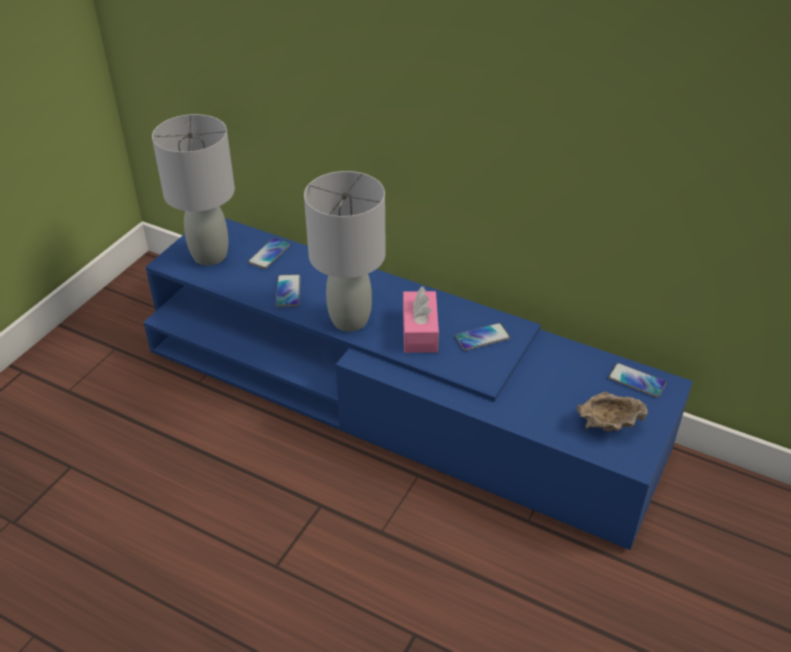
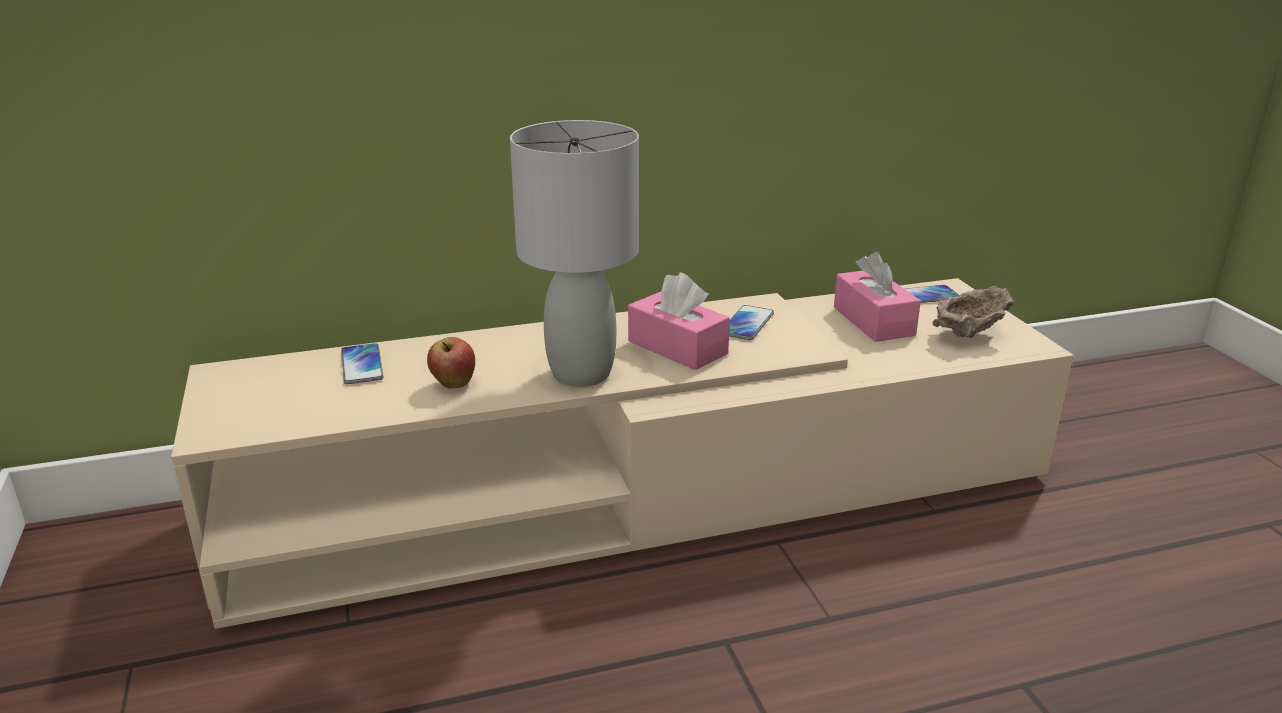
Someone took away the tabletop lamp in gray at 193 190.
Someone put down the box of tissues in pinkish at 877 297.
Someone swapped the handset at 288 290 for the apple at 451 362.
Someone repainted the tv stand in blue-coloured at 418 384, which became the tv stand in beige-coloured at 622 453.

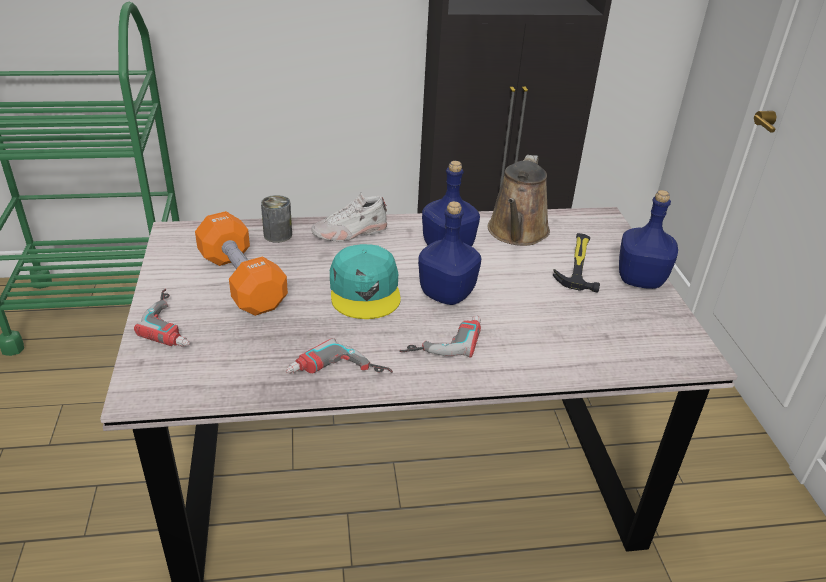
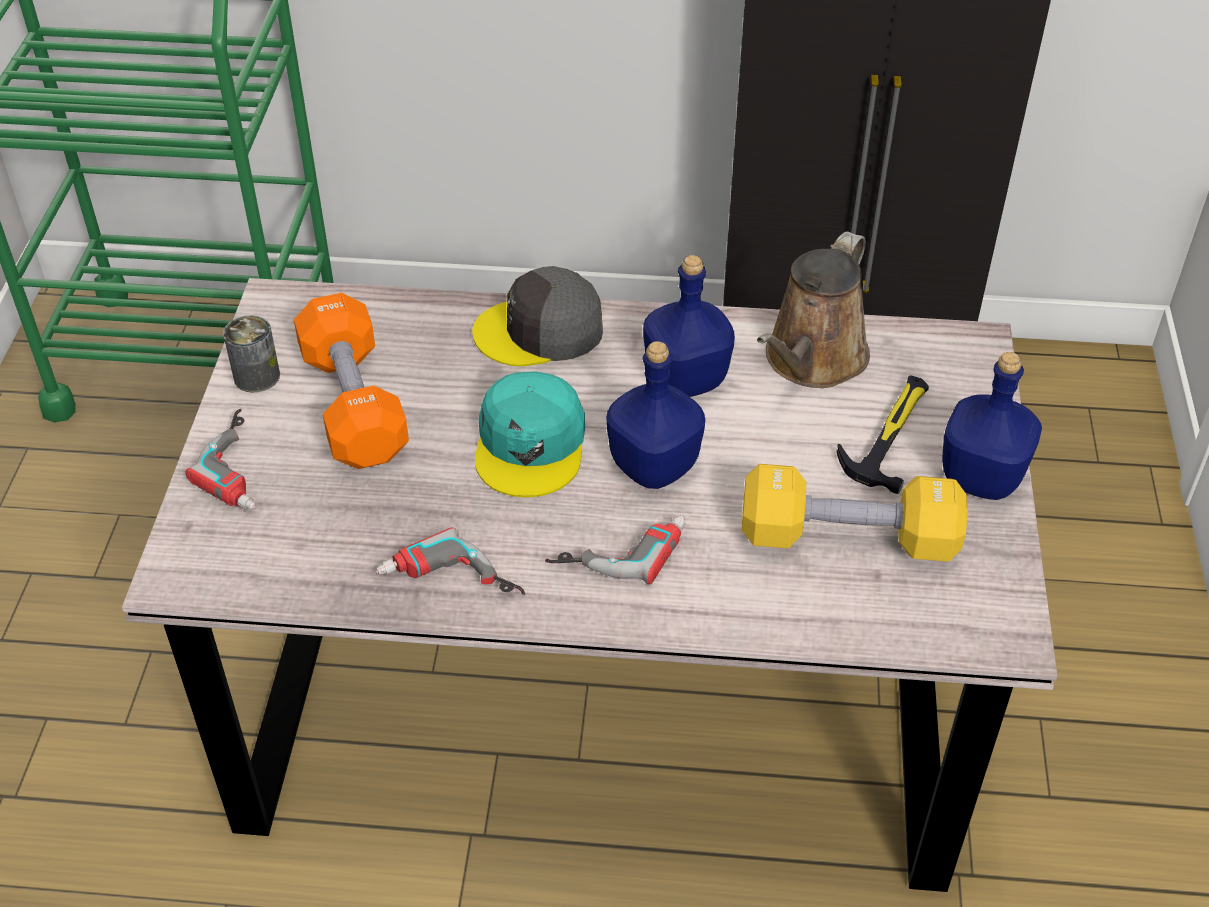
Someone put down the dumbbell in yellow at 855 513.
Someone carried the can from 276 219 to 251 353.
Someone swapped the low shoe in white-coloured at 349 217 for the peaked cap in gray at 537 316.

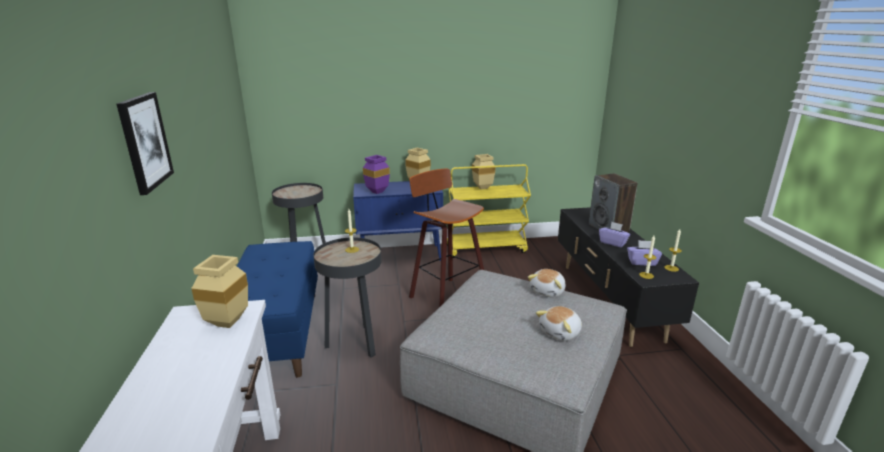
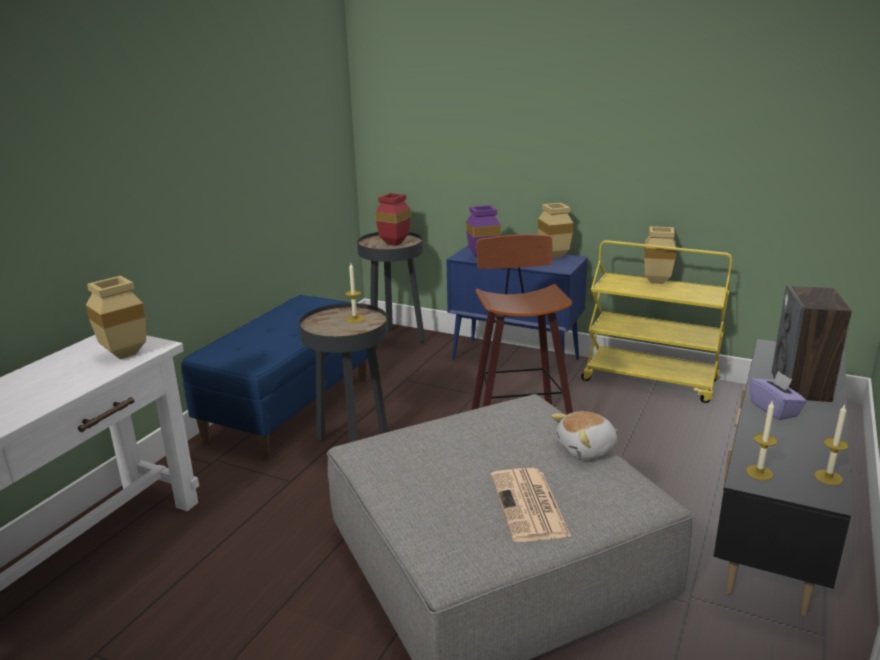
Someone took away the wall art at 145 143.
Someone took away the box of tissues in purplish at 644 253.
Someone put down the flower vase in reddish at 393 219.
Someone swapped the soft toy at 559 323 for the daily paper at 531 505.

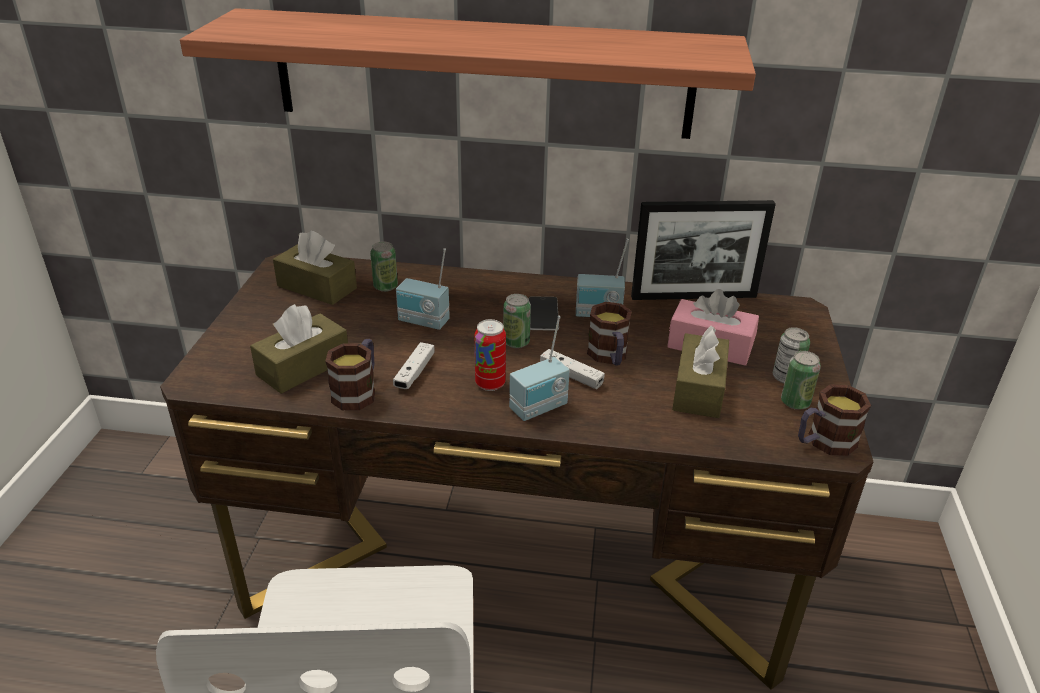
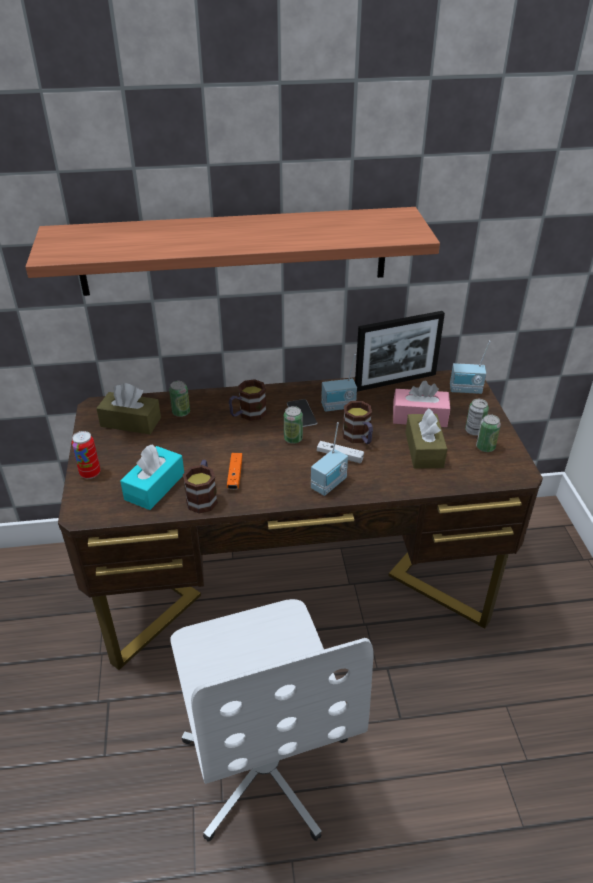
Someone carried the radio set from 423 289 to 470 367.
Someone carried the can from 490 355 to 86 455.
Someone carried the mug from 834 420 to 248 400.
Someone repainted the box of tissues in brown at 299 349, which became the box of tissues in blue-green at 152 477.
Someone repainted the gamepad in white-coloured at 413 365, which became the gamepad in orange-coloured at 234 471.

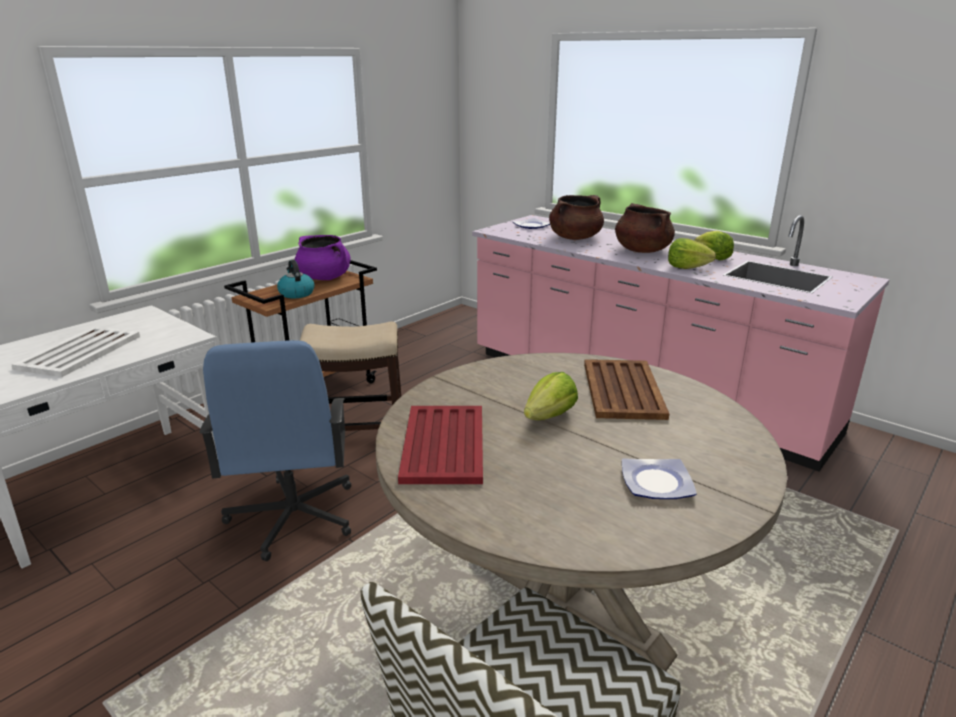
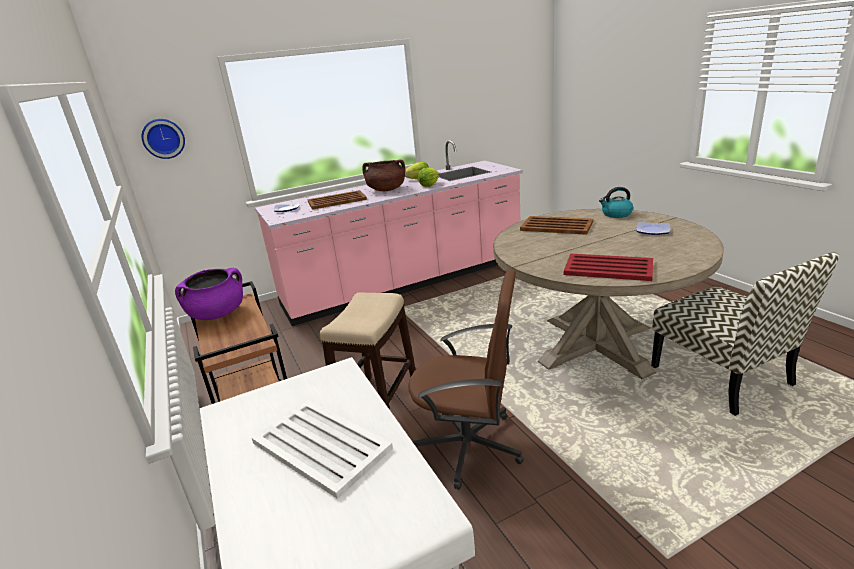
Someone took away the lettuce head at 551 396.
Someone put up the wall clock at 163 139.
Someone carried the kettle from 296 279 to 616 202.
Someone swapped the saucepot in brown at 576 217 for the serving tray in brown at 337 200.
Someone repainted the desk chair in blue-coloured at 275 450, which became the desk chair in brown at 466 380.

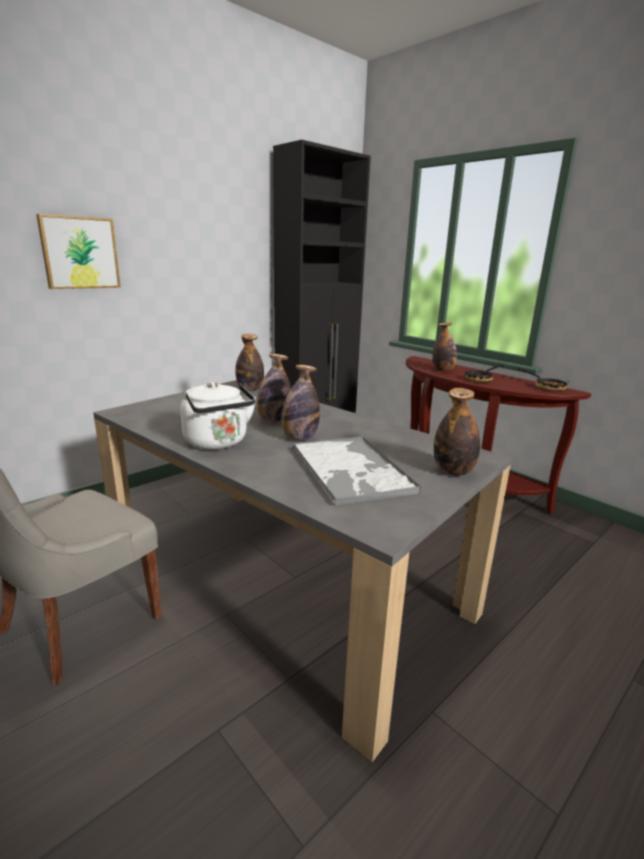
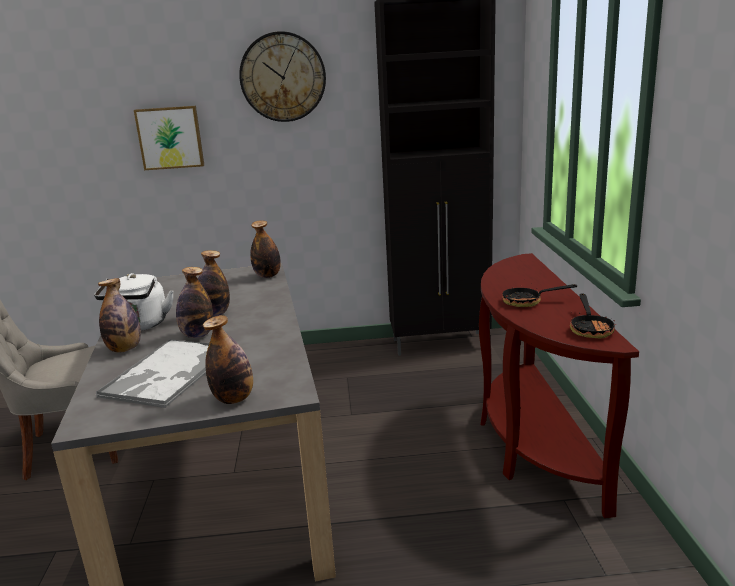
Someone put up the wall clock at 282 76.
Someone carried the bottle from 444 346 to 119 315.

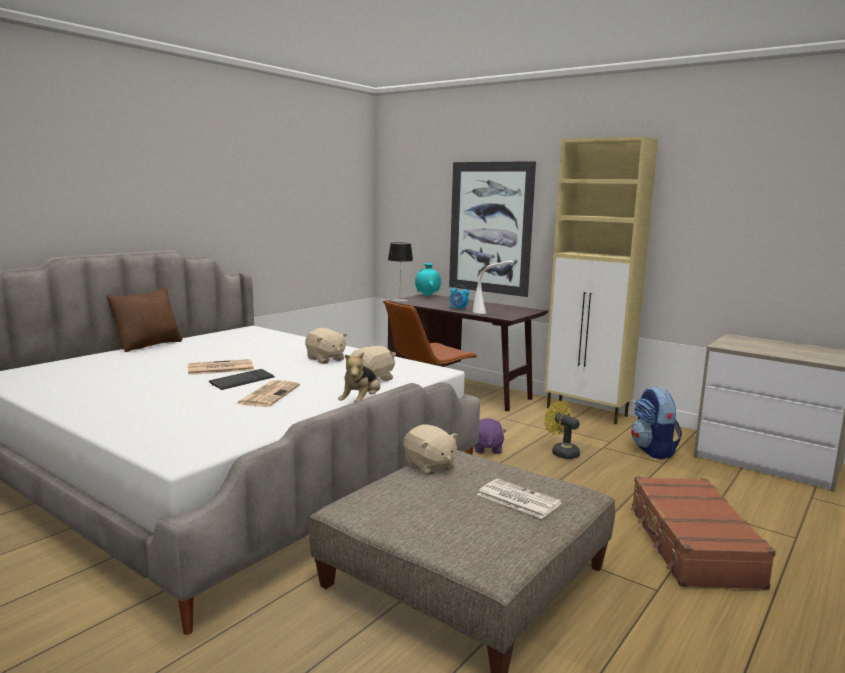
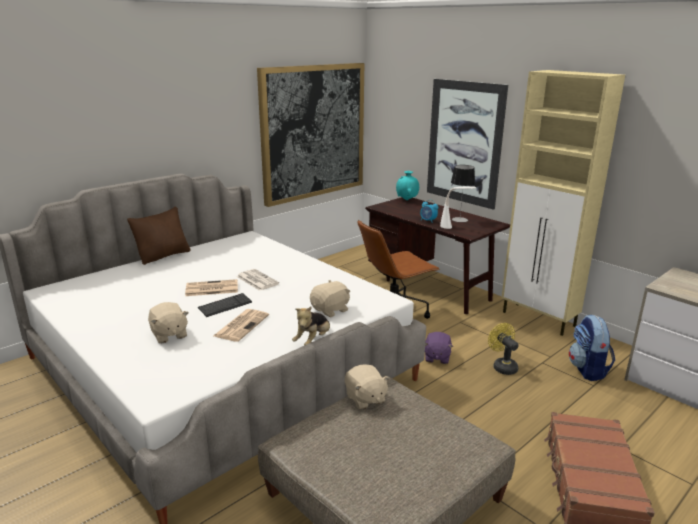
Someone put up the wall art at 310 135.
Someone carried the soft toy in beige-coloured from 326 345 to 168 322.
Someone carried the tabletop lamp from 400 272 to 463 193.
Someone carried the daily paper from 519 499 to 258 280.

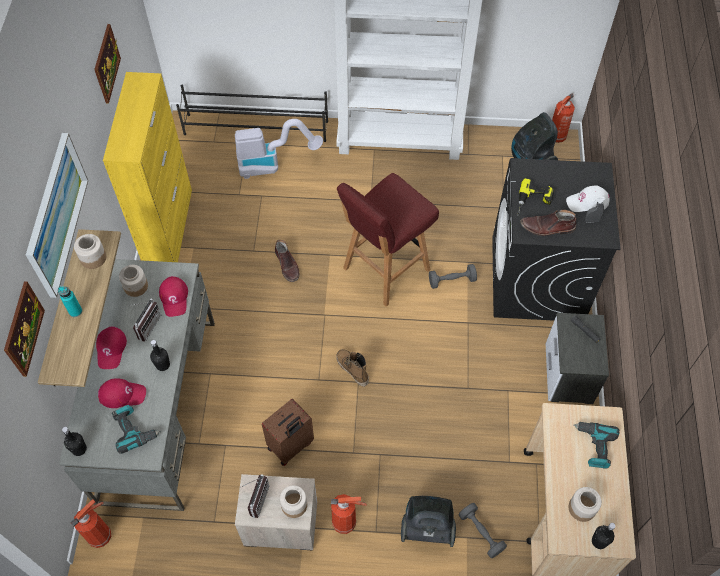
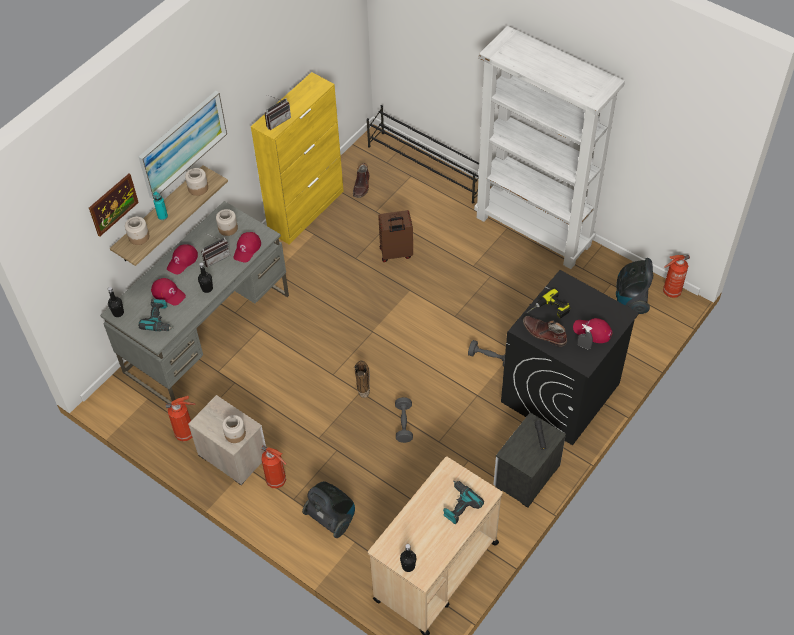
Someone took away the wall art at 107 64.
Someone took away the vacuum cleaner at 279 149.
Someone took away the sitting stool in reddish at 388 240.
Someone carried the fire extinguisher from 90 523 to 180 418.
Someone carried the radio set from 255 496 to 278 112.
Someone carried the suitcase in brown from 288 432 to 395 236.
Someone carried the boot in brown from 287 261 to 361 180.
Someone carried the dumbbell in gray from 483 530 to 404 420.
Someone carried the jar from 585 504 to 137 231.
Someone repainted the peaked cap in white-coloured at 588 199, which became the peaked cap in reddish at 592 330.

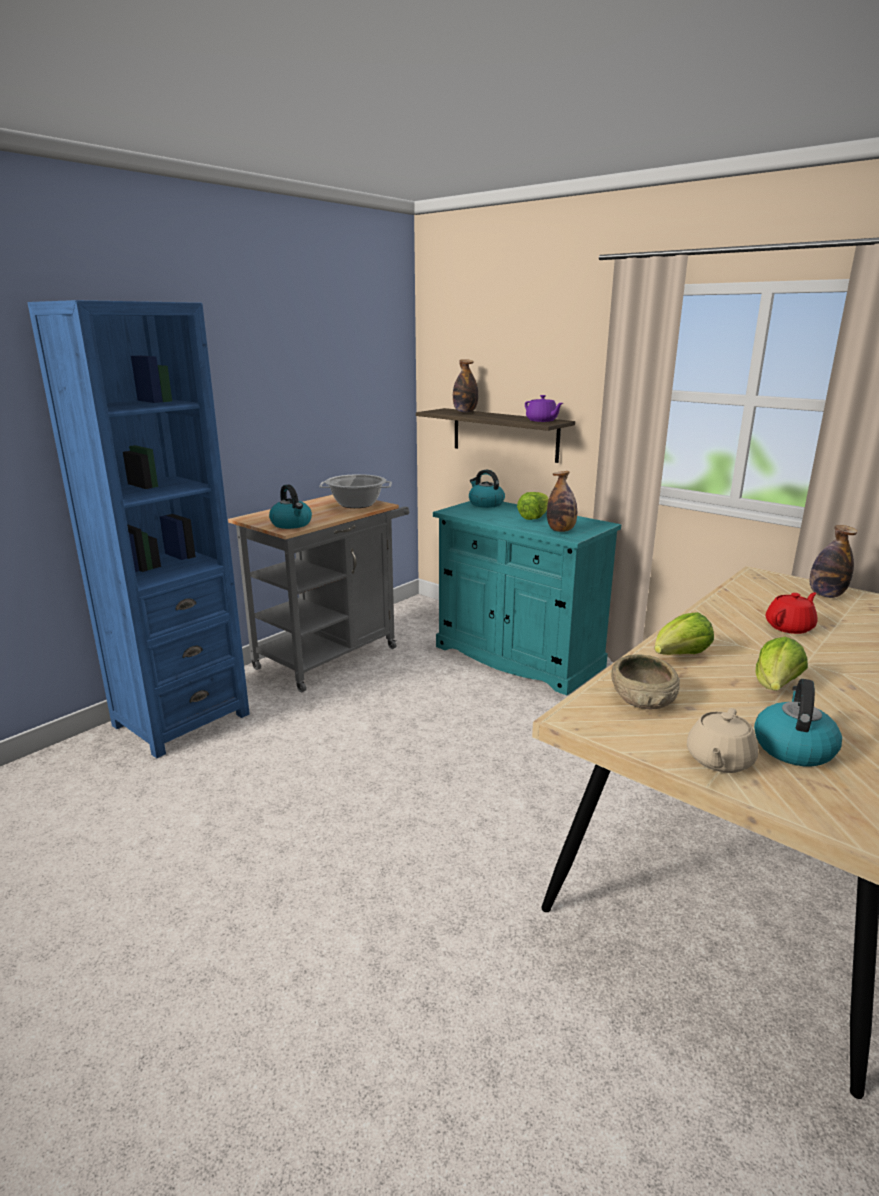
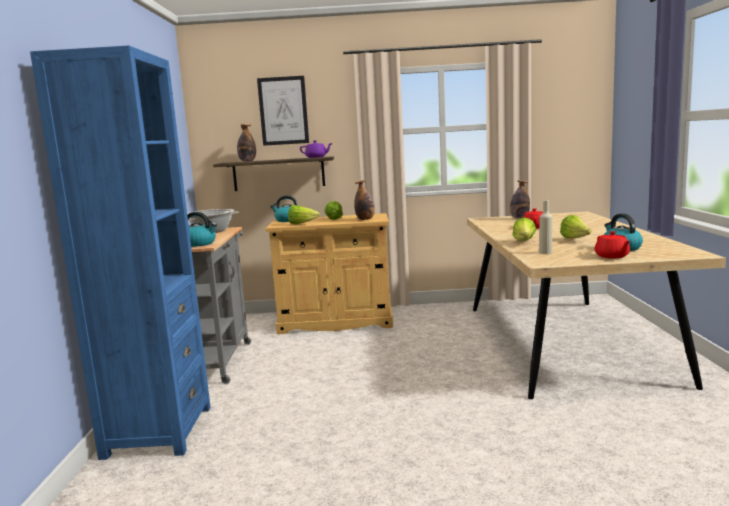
Someone put up the wall art at 283 111.
Someone put down the lettuce head at 304 214.
Someone swapped the bowl in beige-coloured at 645 681 for the bottle in beige-coloured at 545 227.
Someone repainted the cupboard in blue-green at 527 598, which became the cupboard in beige-coloured at 329 273.
Someone repainted the pot for tea in beige-coloured at 722 740, which became the pot for tea in reddish at 612 245.

